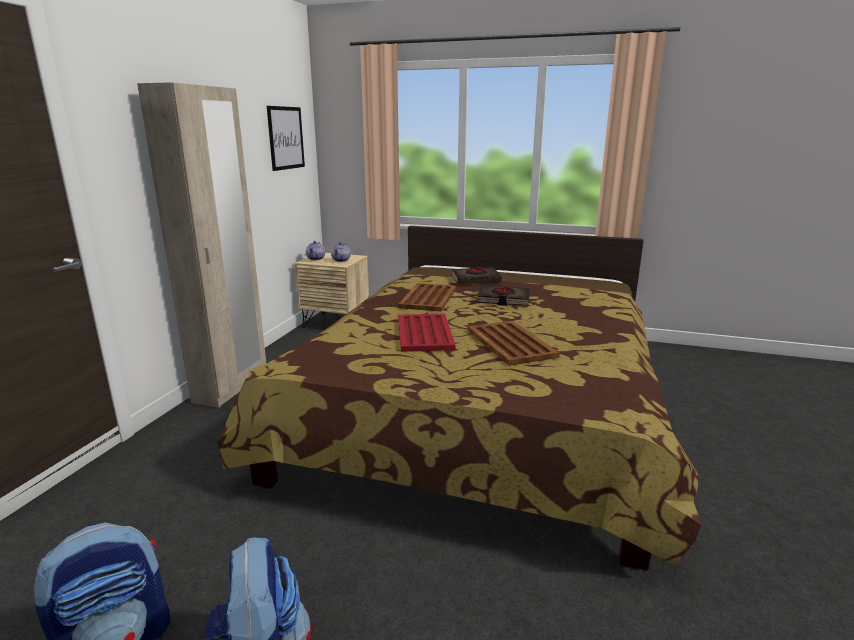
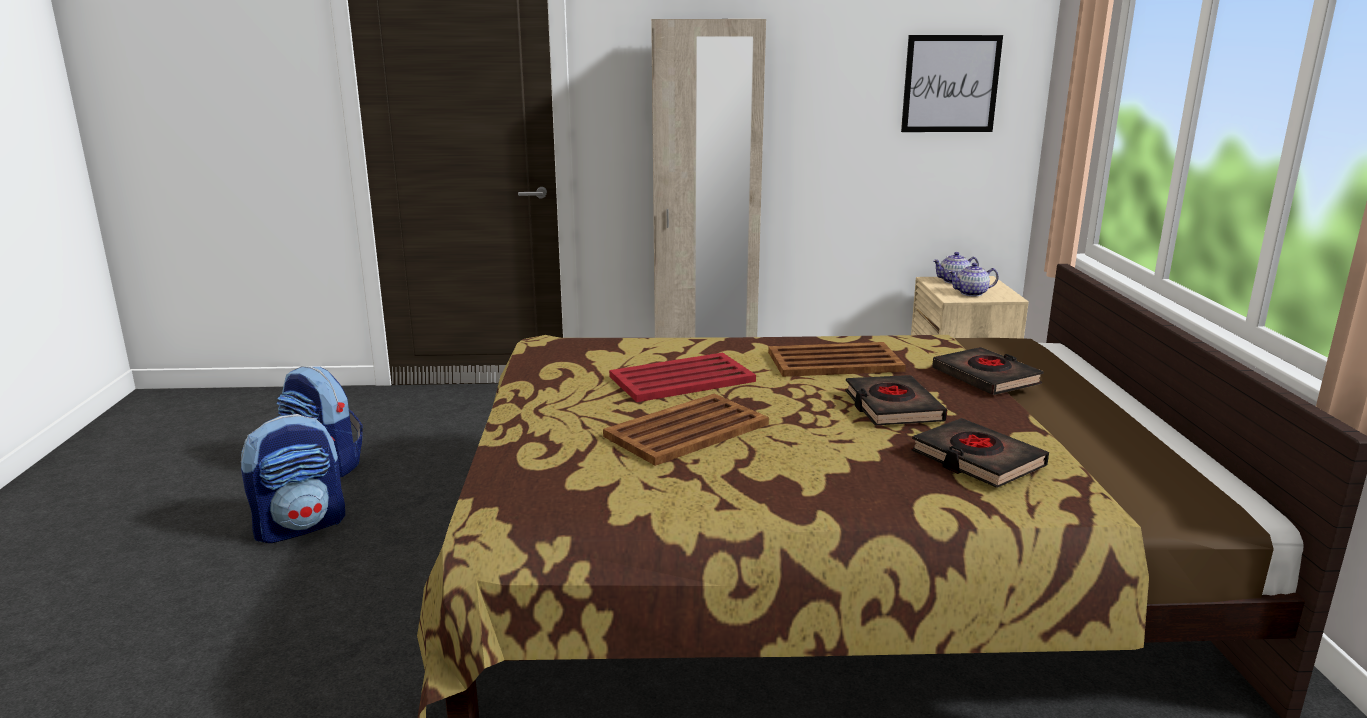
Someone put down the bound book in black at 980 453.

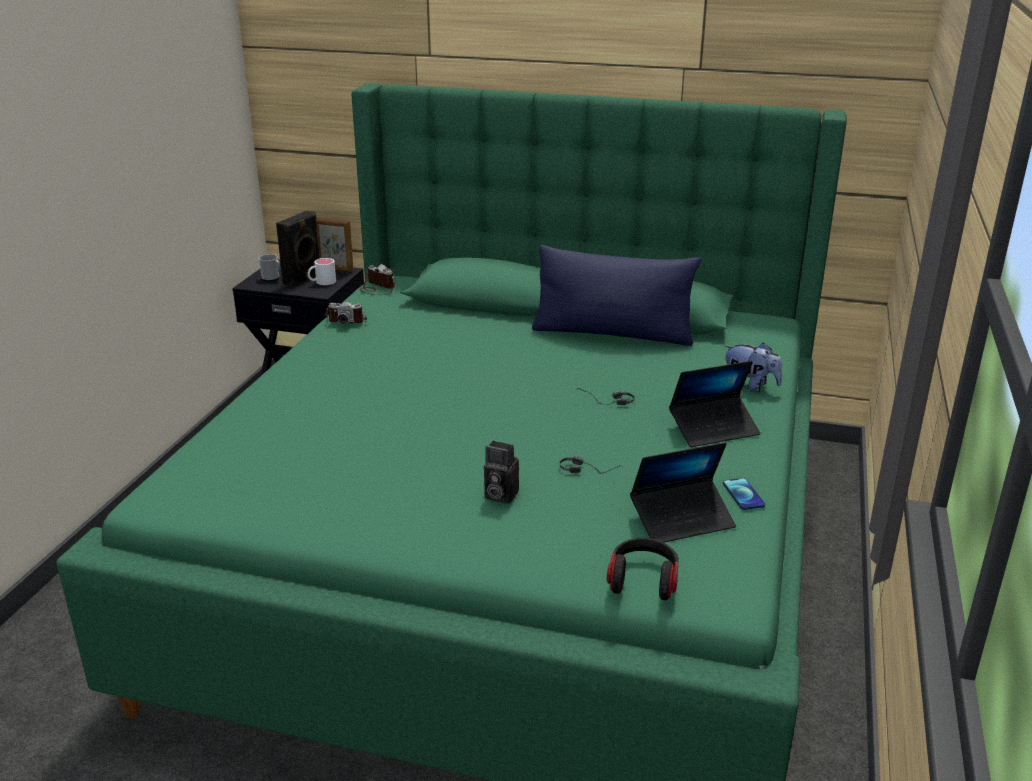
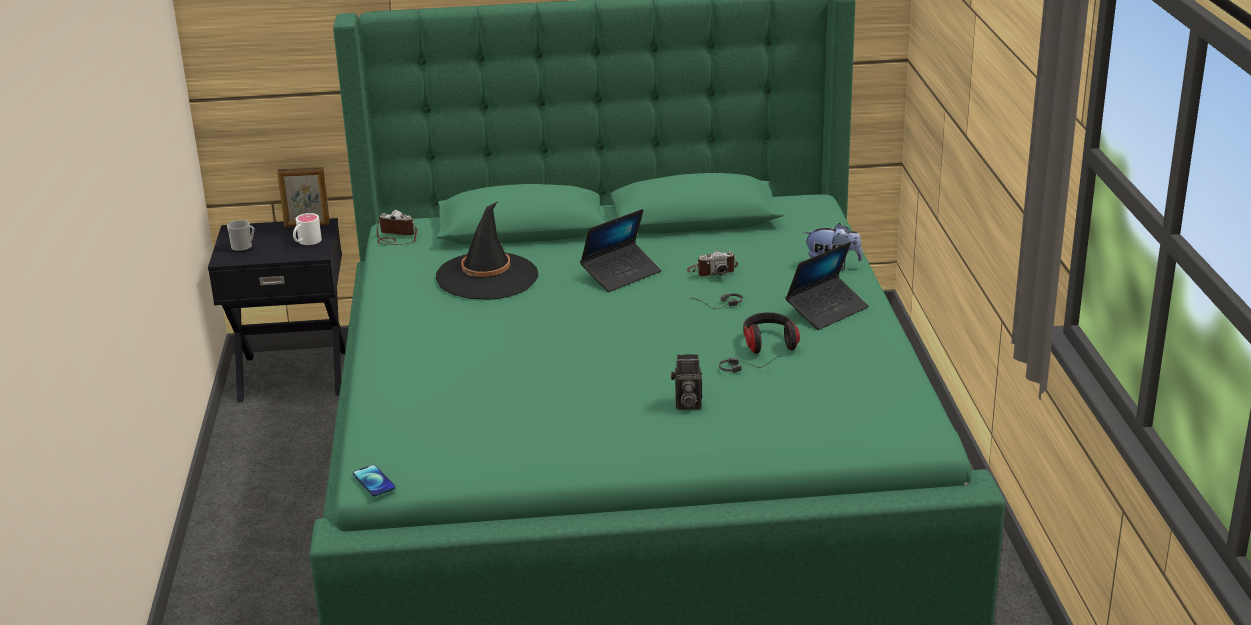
Someone took away the loudspeaker in black at 297 249.
Someone took away the cushion in blue-coloured at 616 295.
Someone put down the hat in black at 487 250.
Someone carried the photo camera from 346 313 to 712 263.
Someone carried the headset from 642 569 to 771 333.
Someone carried the laptop from 683 492 to 621 250.
Someone carried the handset from 744 494 to 374 480.

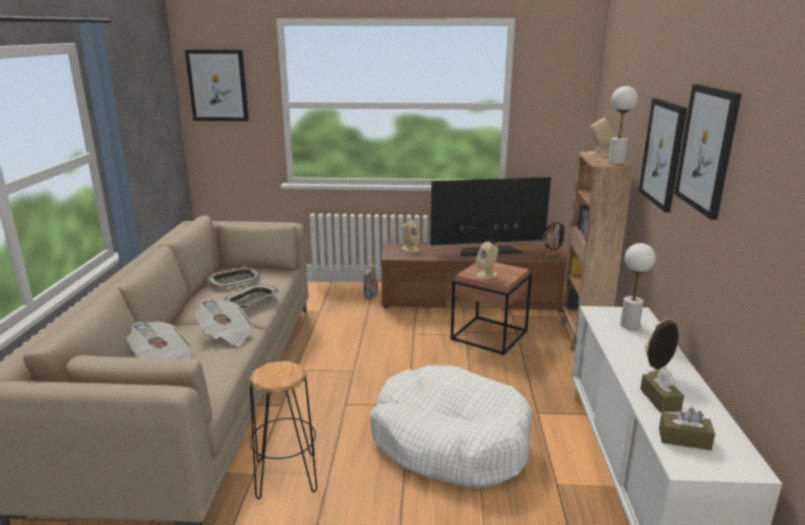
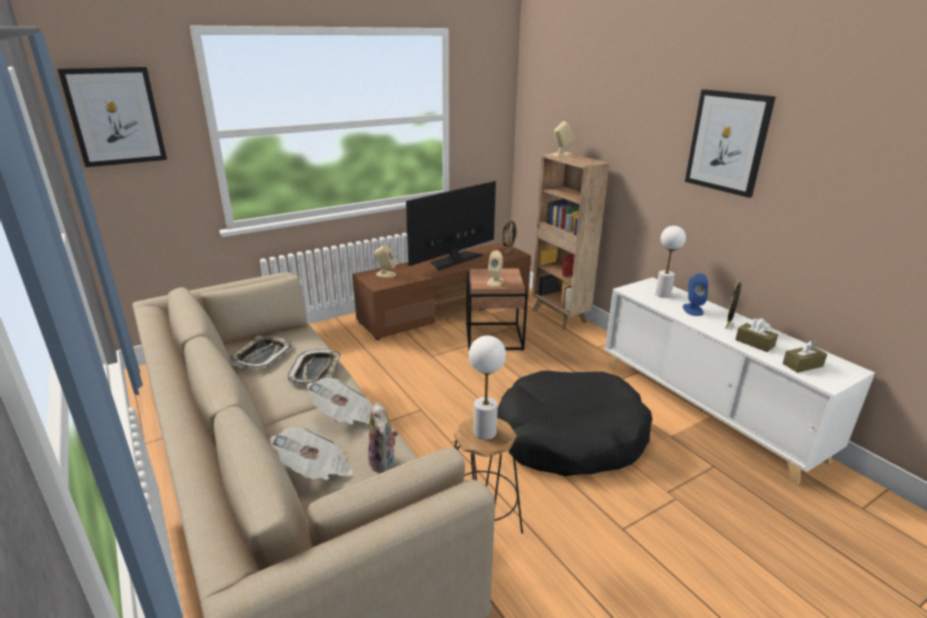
Someone took away the wall art at 663 155.
Someone put down the loudspeaker in blue-coloured at 695 294.
Someone carried the soft toy from 371 281 to 383 437.
Someone carried the tabletop lamp in white-coloured from 623 125 to 487 388.
Someone repainted the dog bed in white-coloured at 451 427, which became the dog bed in black at 574 423.

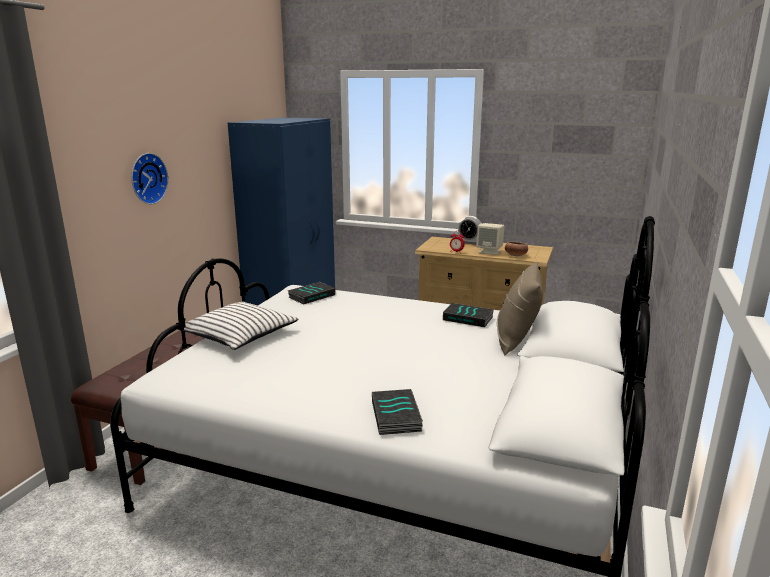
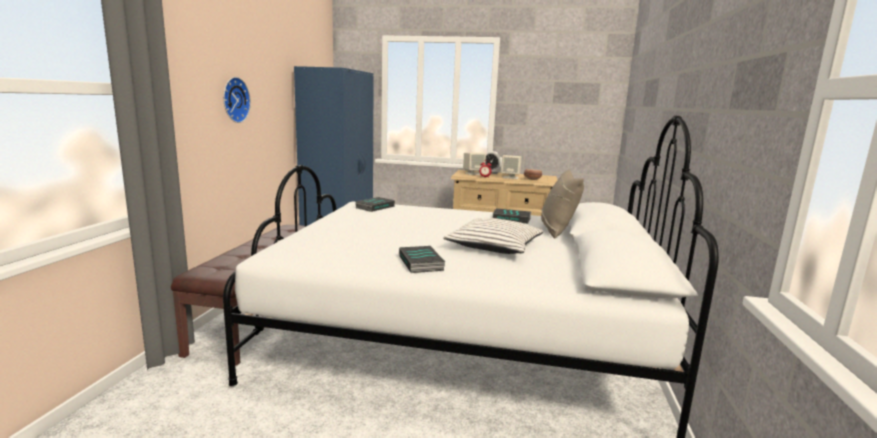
Someone put down the loudspeaker in beige-coloured at 474 163.
Someone carried the cushion in white-coloured from 238 326 to 493 236.
Someone carried the bound book from 397 412 to 422 259.

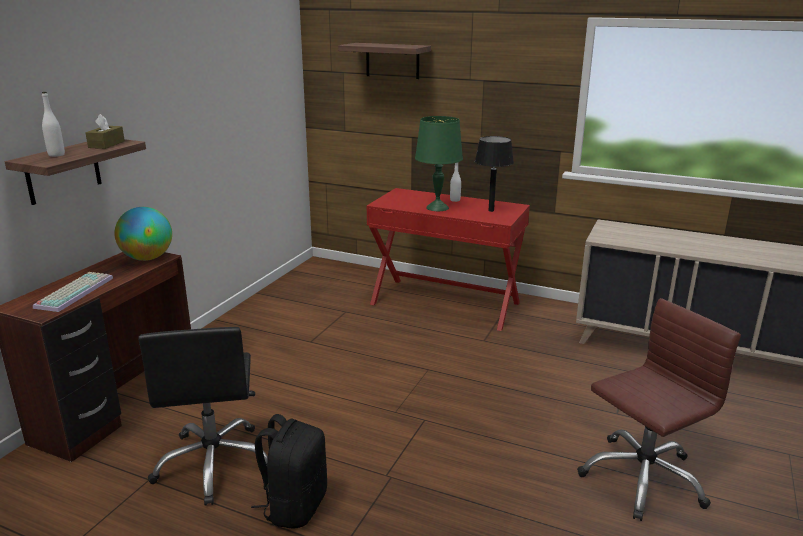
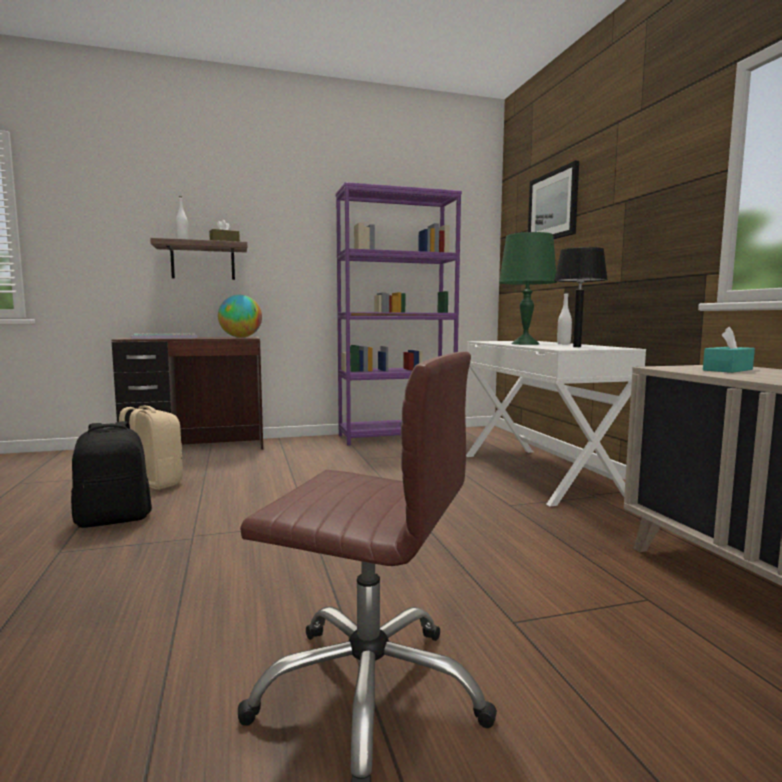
Someone put down the bookcase in purplish at 399 314.
Someone put down the box of tissues in blue-green at 729 349.
Someone swapped the desk chair in black at 203 416 for the backpack in beige-coloured at 151 448.
Someone swapped the shelf at 384 61 for the wall art at 553 200.
Someone repainted the desk in reddish at 448 259, which became the desk in white-coloured at 556 424.

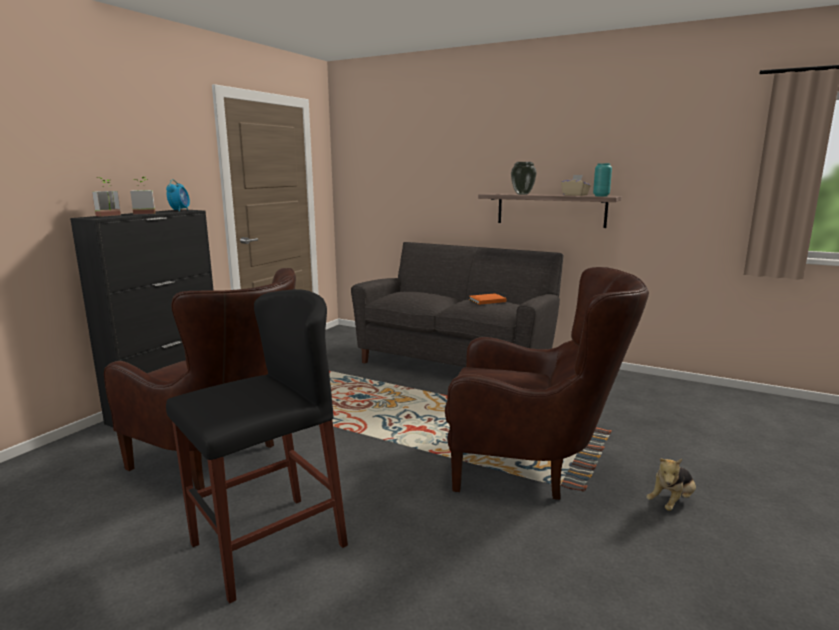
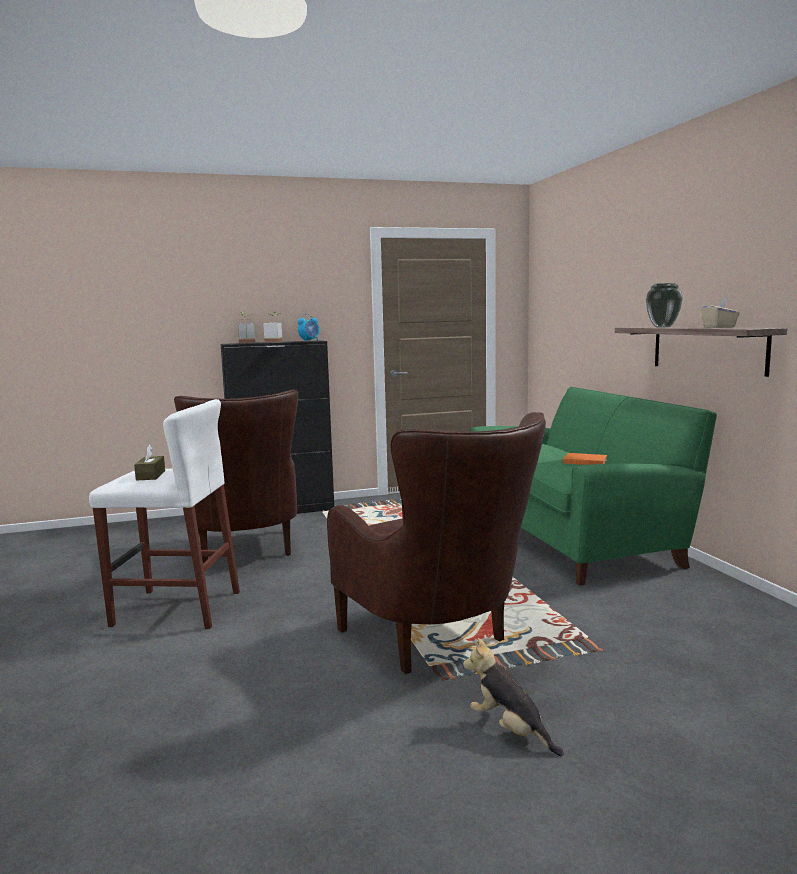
Someone took away the flower vase in blue-green at 602 180.
Someone put down the box of tissues in brown at 149 462.
Someone repainted the sitting stool in black at 257 446, which became the sitting stool in white-coloured at 164 514.
Someone repainted the couch in gray at 457 304, which became the couch in green at 593 486.
Someone rotated the soft toy at 671 485 by 45 degrees clockwise.

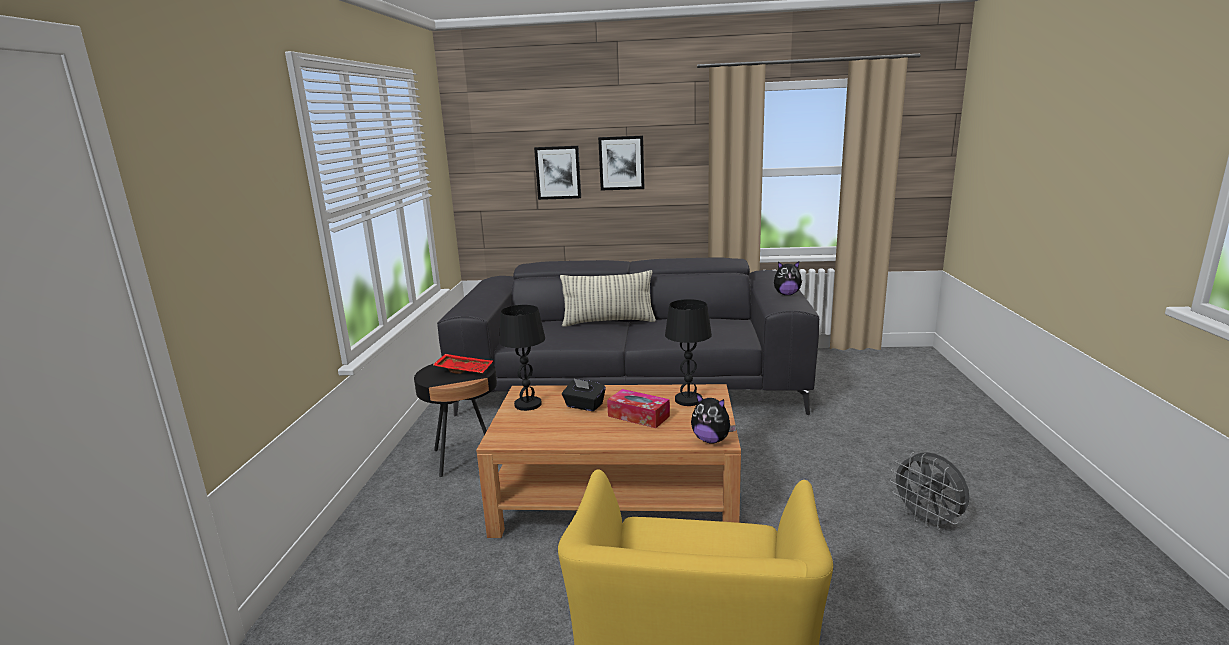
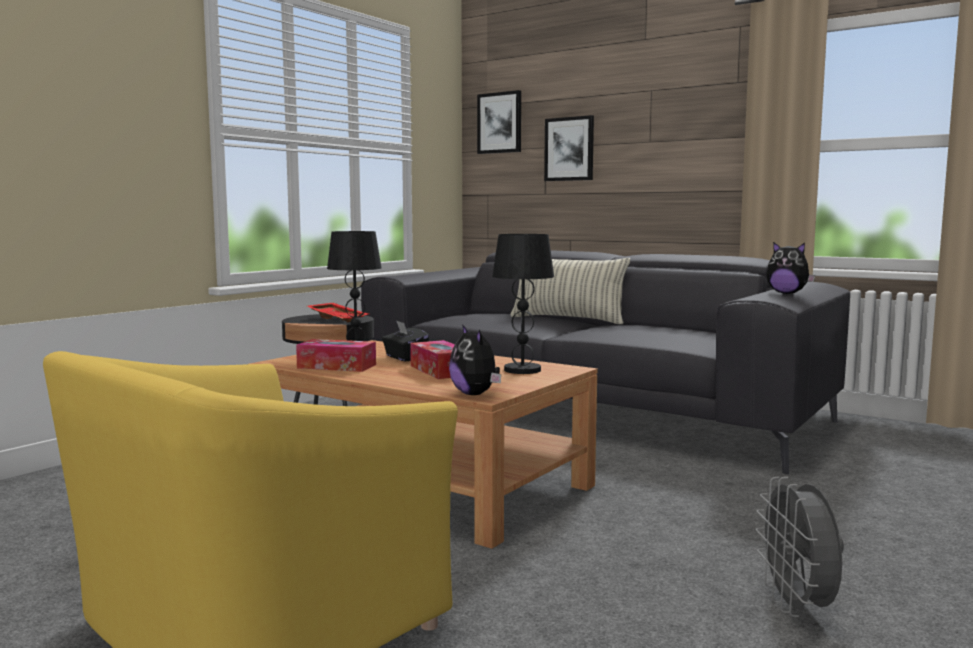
Someone put down the box of tissues at 336 355.
Someone carried the wall art from 621 163 to 499 122.

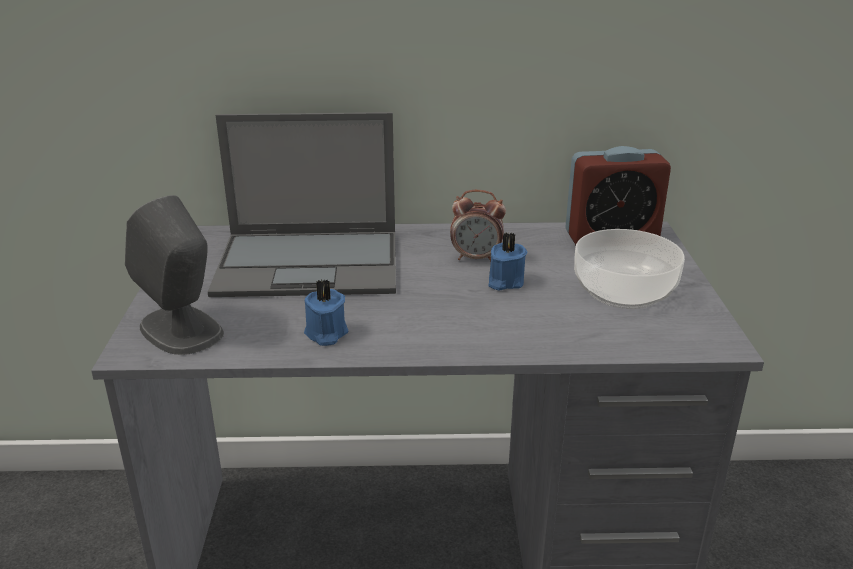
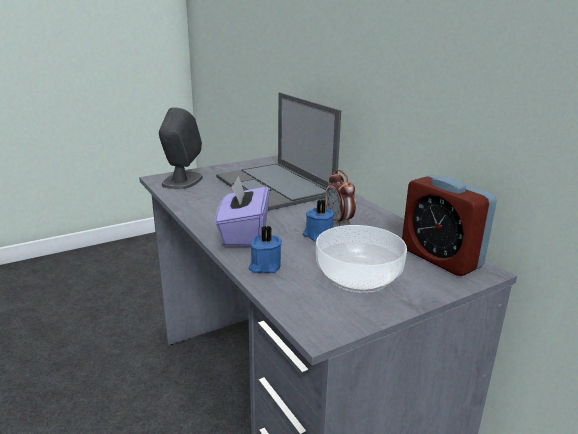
Someone put down the box of tissues in purplish at 242 211.
Someone carried the candle in blue-coloured from 326 312 to 265 249.

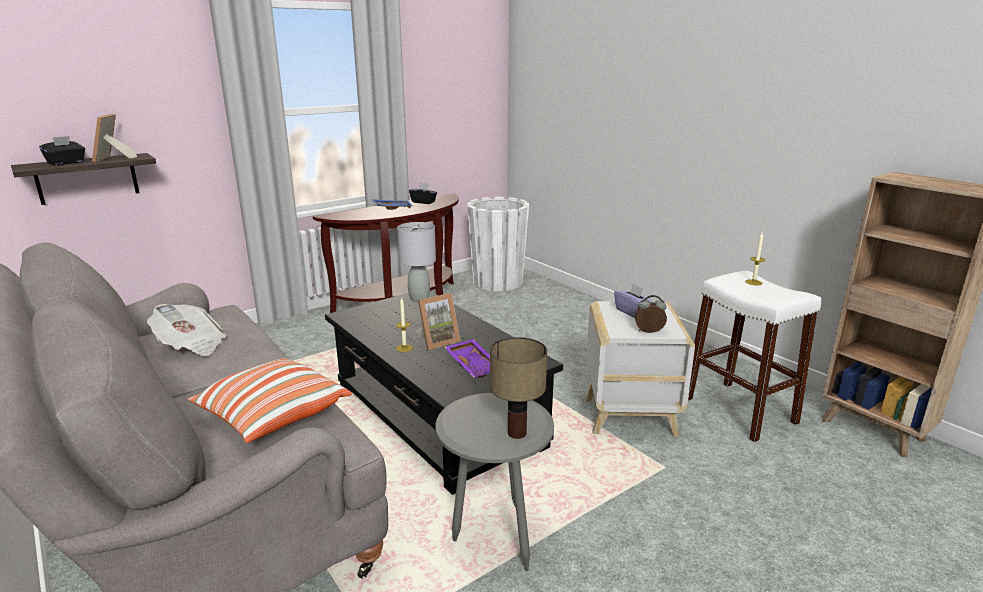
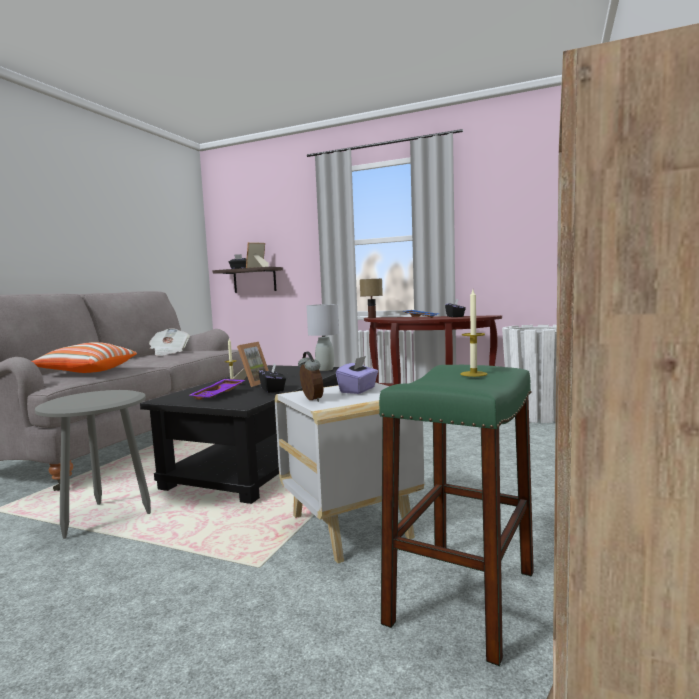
Someone put down the box of tissues in black at 272 378.
Someone carried the tabletop lamp from 518 388 to 371 298.
Someone repainted the sitting stool in white-coloured at 754 356, which became the sitting stool in green at 456 515.
Someone rotated the standing frame at 438 321 by 90 degrees counterclockwise.

